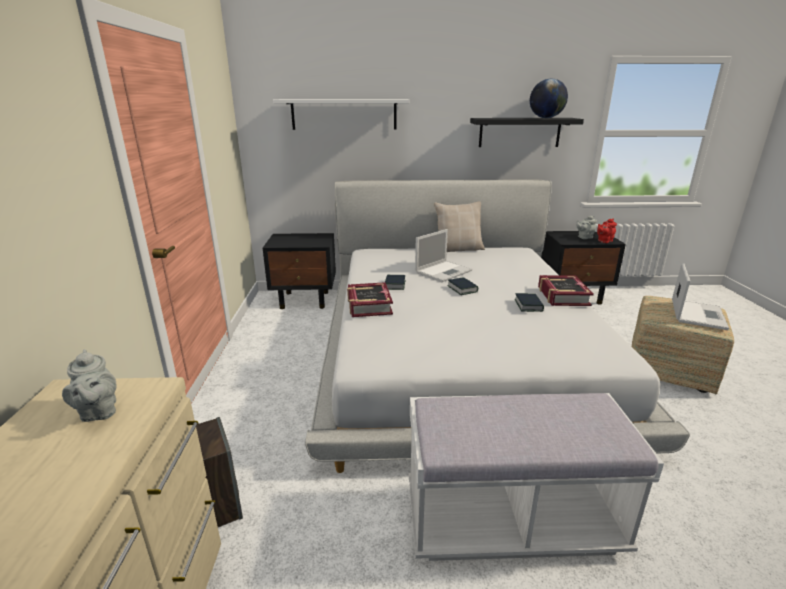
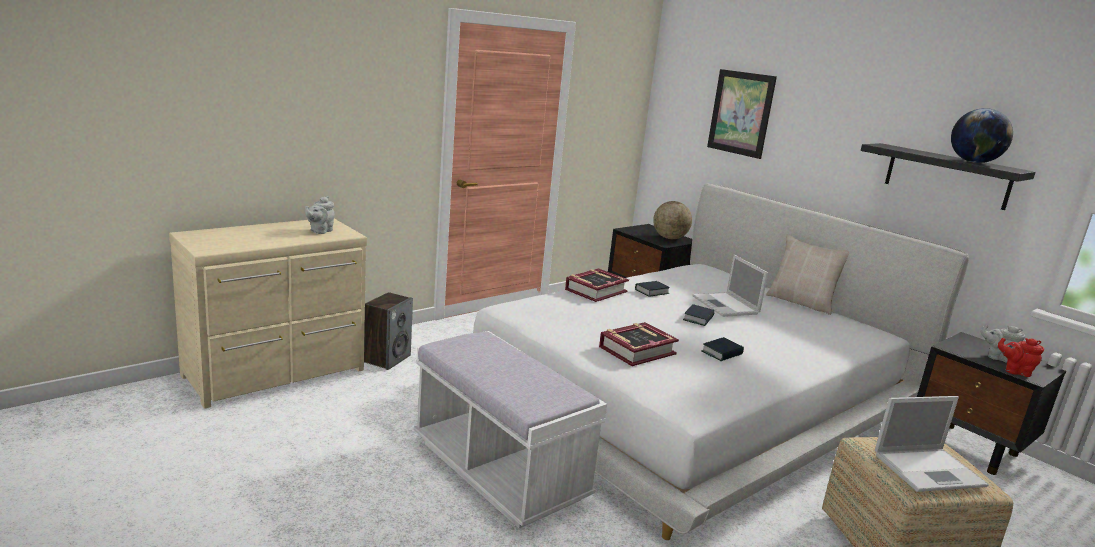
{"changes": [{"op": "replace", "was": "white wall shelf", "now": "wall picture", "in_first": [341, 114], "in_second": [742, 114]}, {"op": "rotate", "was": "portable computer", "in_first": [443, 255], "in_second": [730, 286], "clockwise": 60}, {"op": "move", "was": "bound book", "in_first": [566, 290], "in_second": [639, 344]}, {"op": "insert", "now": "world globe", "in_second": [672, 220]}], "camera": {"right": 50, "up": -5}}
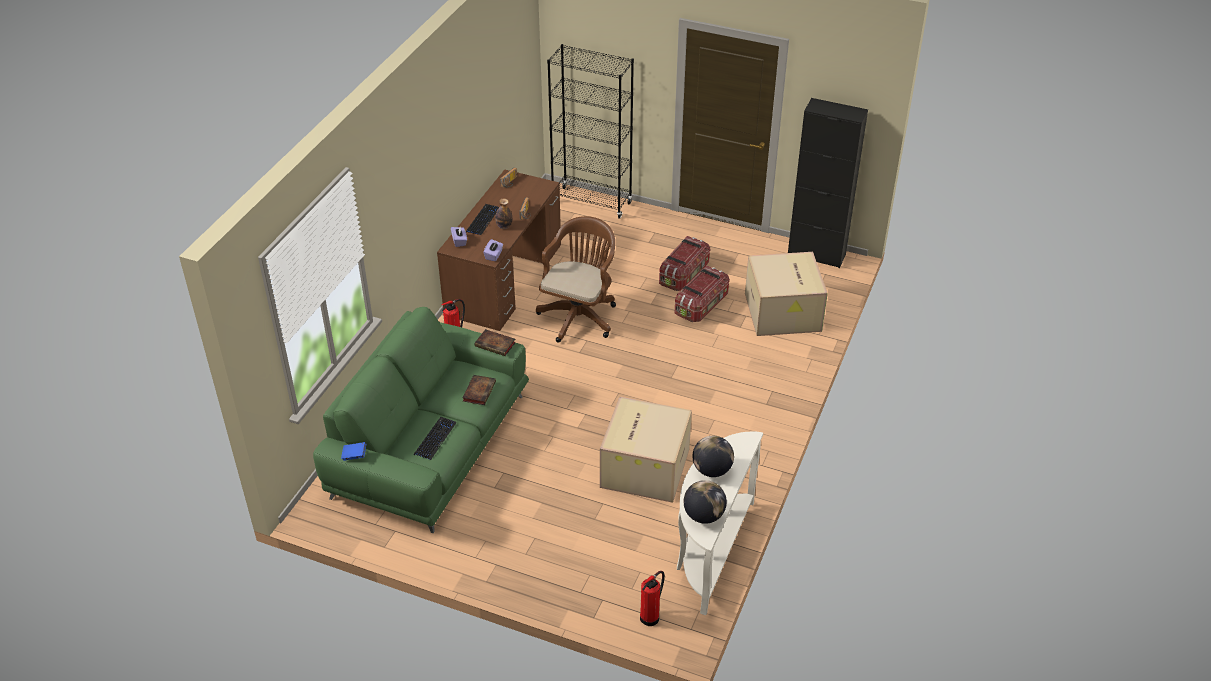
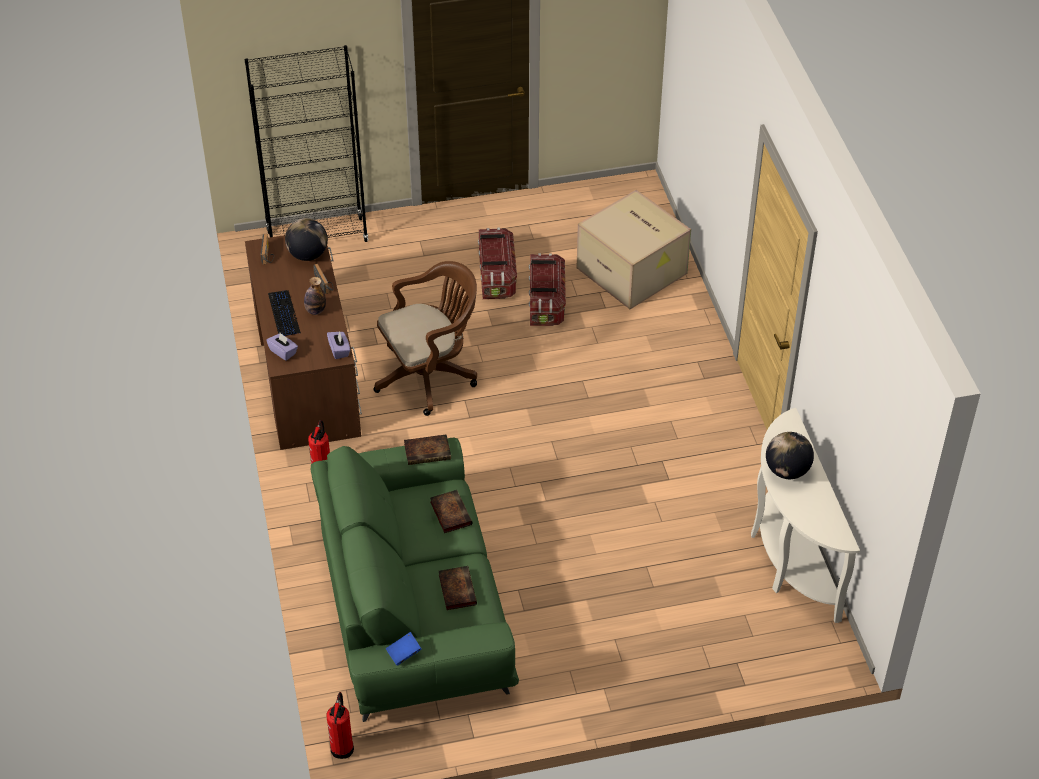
{"changes": [{"op": "replace", "was": "keyboard", "now": "bound book", "in_first": [435, 438], "in_second": [458, 588]}, {"op": "rotate", "was": "brownish computer chair", "in_first": [576, 279], "in_second": [425, 338], "clockwise": 75}, {"op": "delete", "was": "cardboard box", "in_first": [646, 450]}, {"op": "move", "was": "fire-fighting cylinder", "in_first": [652, 598], "in_second": [340, 725]}, {"op": "move", "was": "world globe", "in_first": [705, 502], "in_second": [306, 239]}, {"op": "delete", "was": "black-coloured cabinet", "in_first": [828, 183]}], "camera": {"right": -35, "up": 5}}
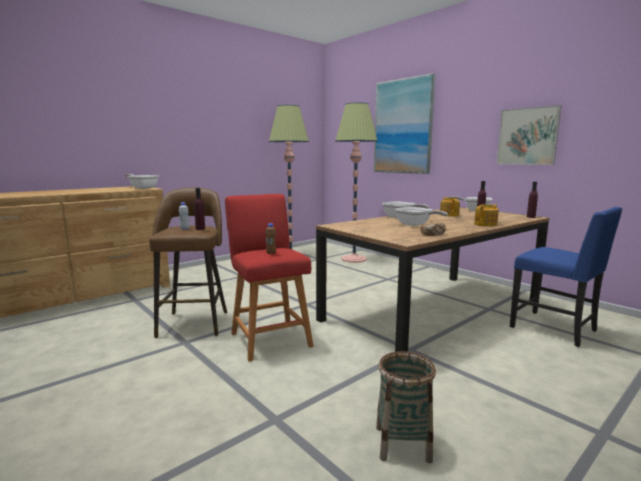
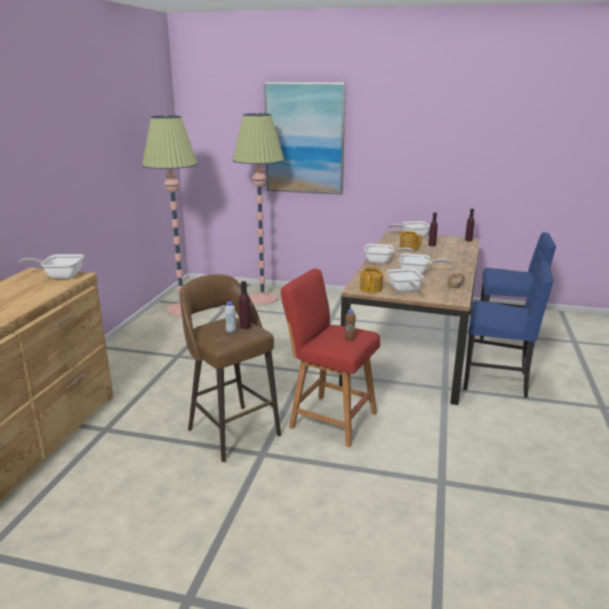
{"changes": [{"op": "delete", "was": "storage basket", "in_first": [406, 407]}, {"op": "move", "was": "pot for tea", "in_first": [486, 215], "in_second": [371, 279]}, {"op": "delete", "was": "wall picture", "in_first": [529, 135]}, {"op": "insert", "now": "pan", "in_second": [405, 280]}, {"op": "insert", "now": "blue-coloured upright chair", "in_second": [508, 330]}], "camera": {"right": -35, "up": 10}}
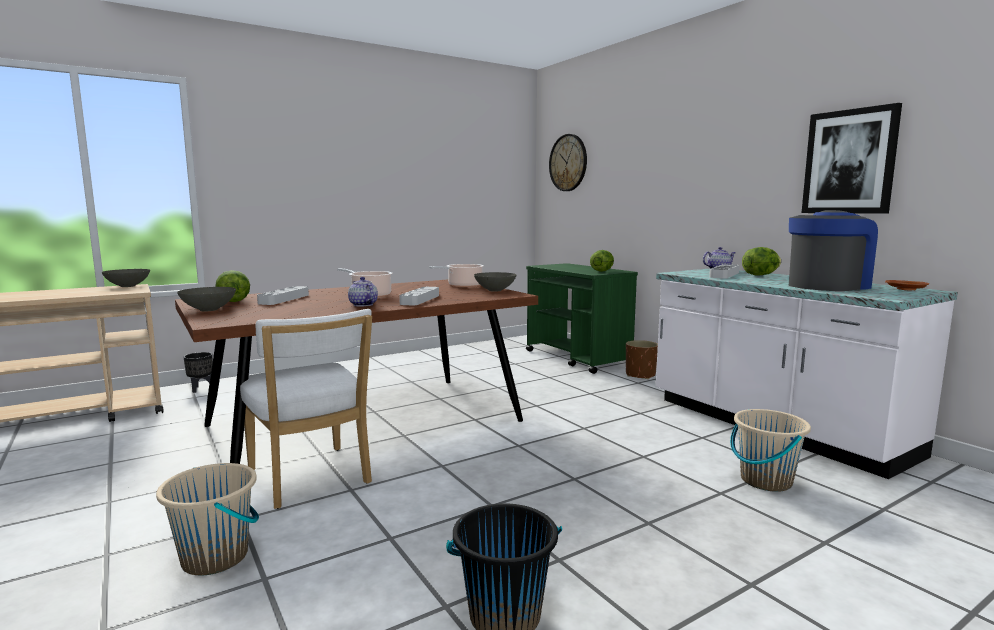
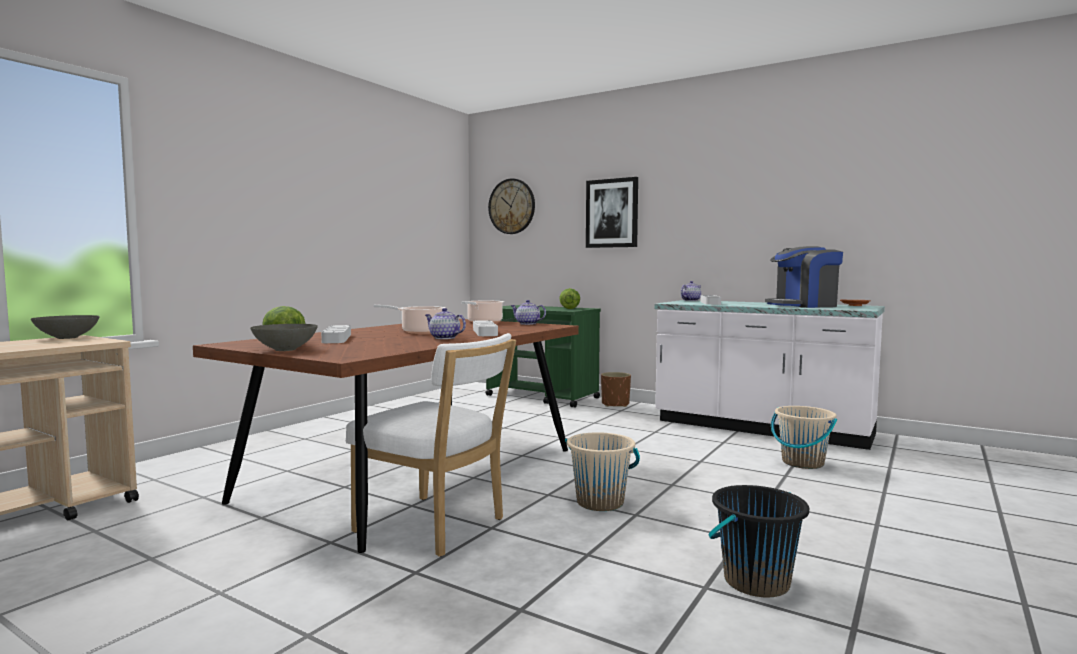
{"changes": [{"op": "move", "was": "beige bucket", "in_first": [207, 519], "in_second": [602, 471]}, {"op": "delete", "was": "black-coloured plant pot", "in_first": [198, 372]}, {"op": "replace", "was": "greyish deep dish", "now": "pot for tea", "in_first": [495, 282], "in_second": [528, 312]}, {"op": "delete", "was": "lettuce", "in_first": [761, 261]}, {"op": "rotate", "was": "coffee maker", "in_first": [833, 250], "in_second": [804, 277], "clockwise": -135}, {"op": "move", "was": "wall picture", "in_first": [852, 158], "in_second": [612, 212]}], "camera": {"right": -25, "up": -5}}
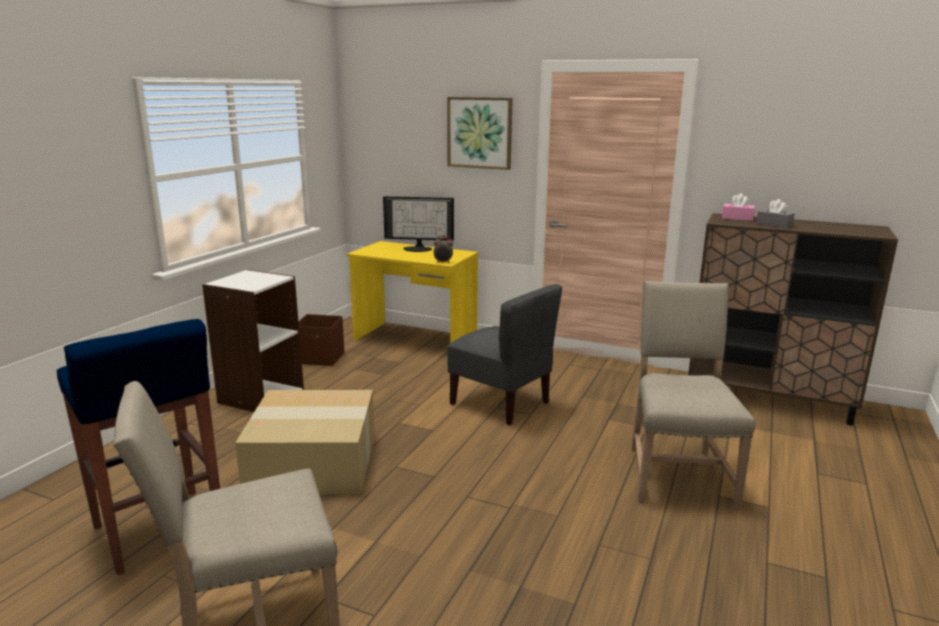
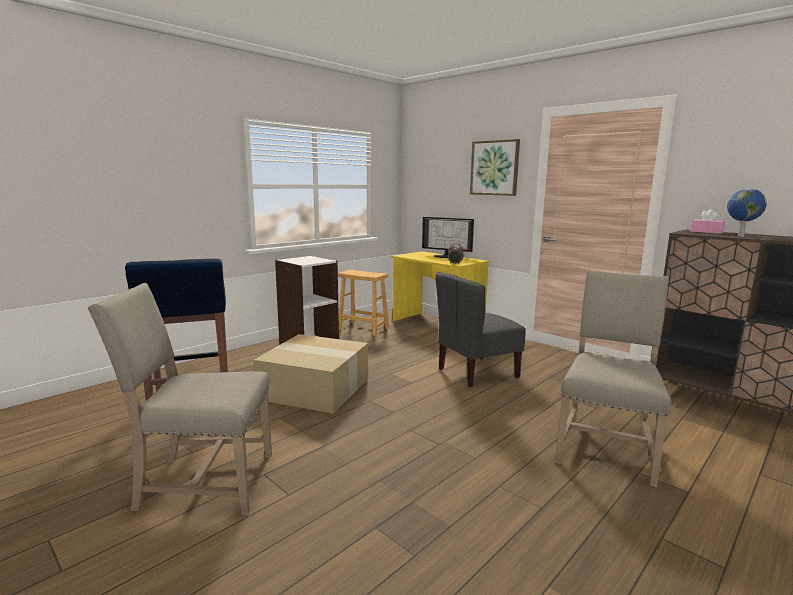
{"changes": [{"op": "replace", "was": "brownish storage container", "now": "brownish sitting stool", "in_first": [321, 340], "in_second": [363, 303]}, {"op": "rotate", "was": "greyish upright chair", "in_first": [504, 354], "in_second": [481, 330], "clockwise": 90}, {"op": "replace", "was": "greyish box of tissues", "now": "world globe", "in_first": [775, 213], "in_second": [747, 213]}], "camera": {"right": 20, "up": -5}}
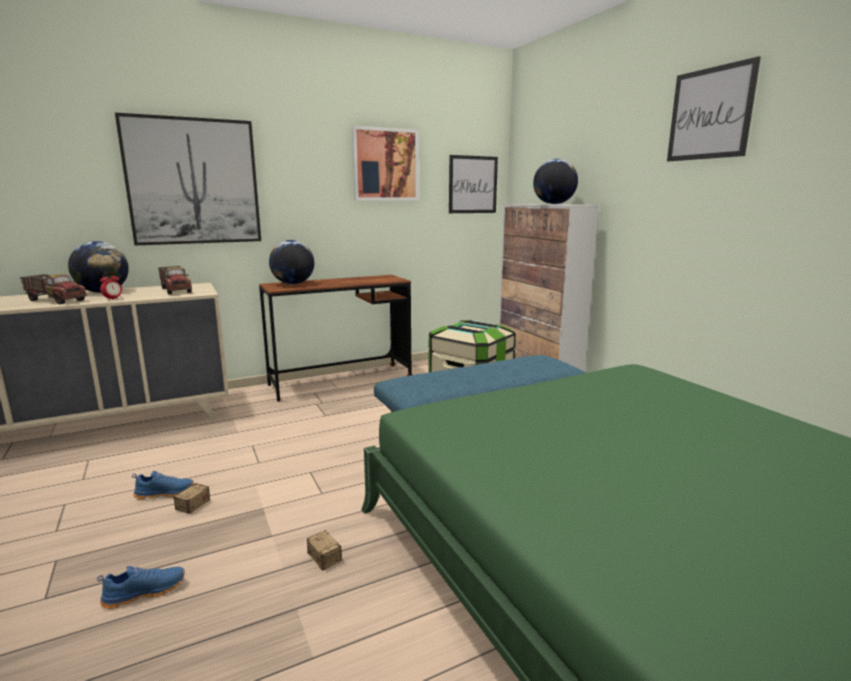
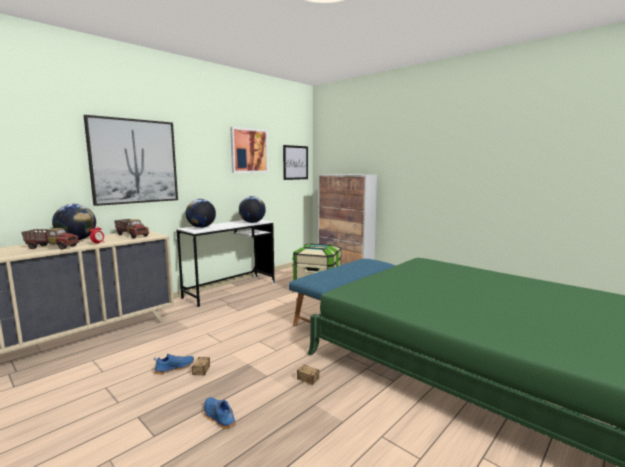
{"changes": [{"op": "rotate", "was": "blue-coloured low shoe", "in_first": [141, 587], "in_second": [220, 413], "clockwise": -90}, {"op": "recolor", "was": "brownish desk unit", "now": "white desk unit", "in_first": [336, 338], "in_second": [225, 263]}, {"op": "move", "was": "world globe", "in_first": [555, 181], "in_second": [252, 209]}, {"op": "delete", "was": "wall picture", "in_first": [714, 109]}], "camera": {"right": -20, "up": -5}}
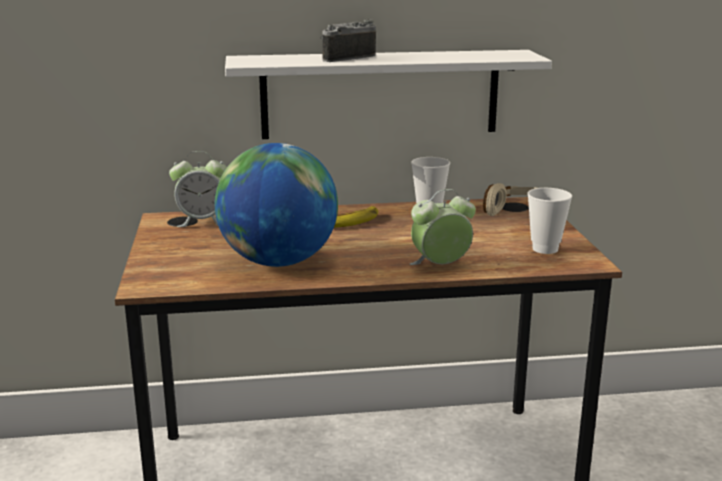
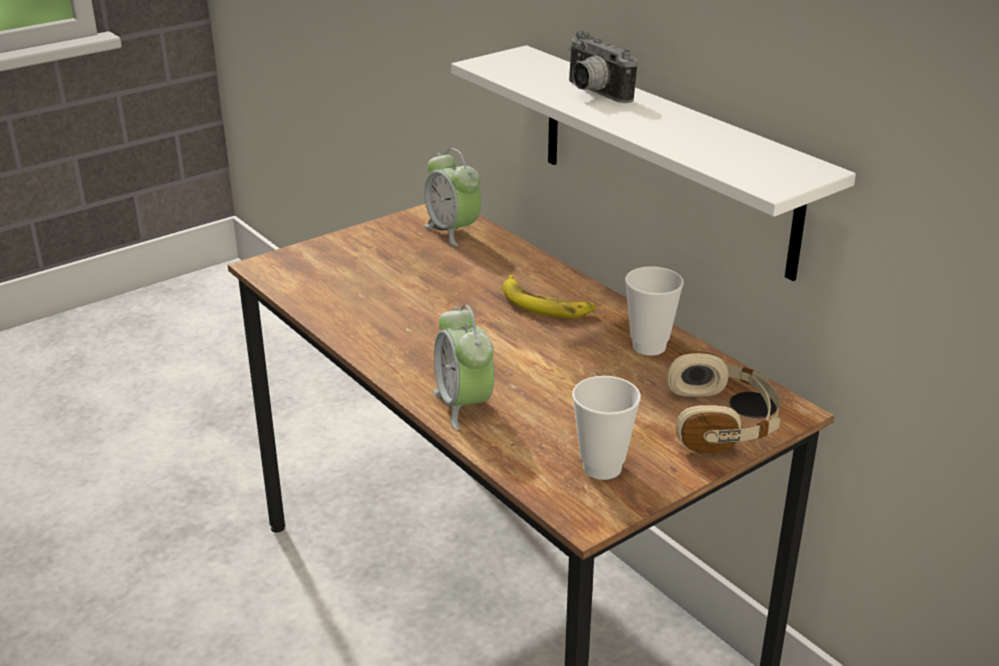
{"changes": [{"op": "delete", "was": "world globe", "in_first": [276, 205]}, {"op": "rotate", "was": "photo camera", "in_first": [348, 40], "in_second": [603, 67], "clockwise": -150}, {"op": "rotate", "was": "alarm clock", "in_first": [443, 227], "in_second": [464, 367], "clockwise": -150}], "camera": {"right": 60, "up": 10}}
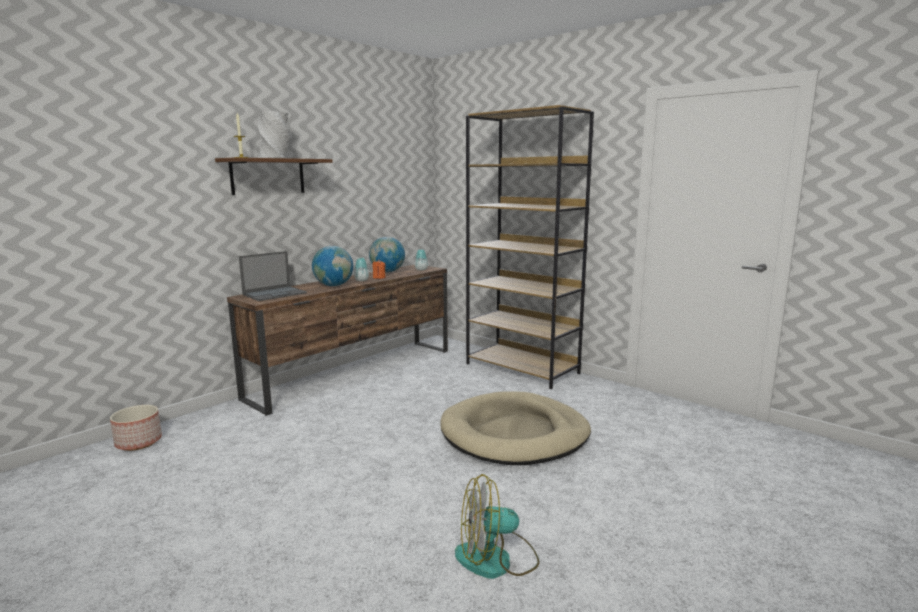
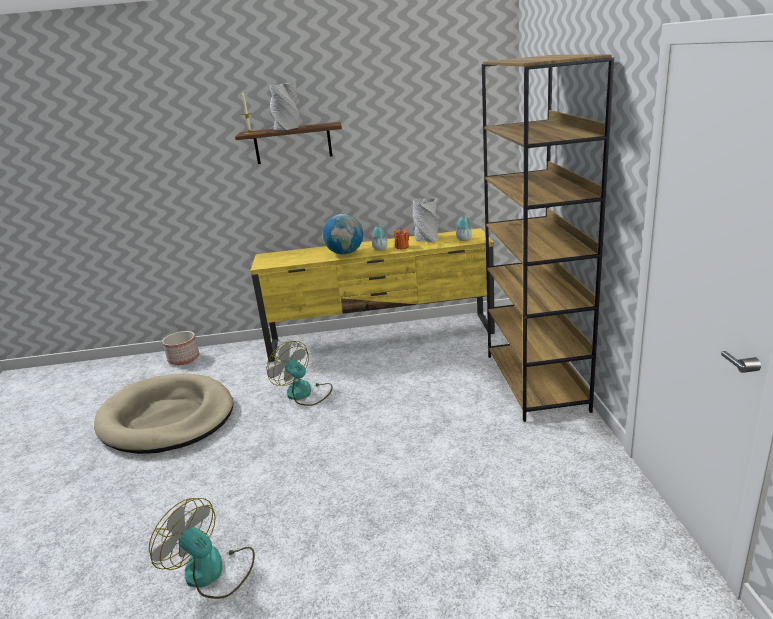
{"changes": [{"op": "recolor", "was": "brownish tv unit", "now": "yellow tv unit", "in_first": [337, 340], "in_second": [372, 295]}, {"op": "delete", "was": "portable computer", "in_first": [273, 276]}, {"op": "replace", "was": "world globe", "now": "greyish decorative vase", "in_first": [387, 254], "in_second": [426, 220]}, {"op": "move", "was": "beige dog bed", "in_first": [515, 428], "in_second": [164, 414]}, {"op": "insert", "now": "electric fan", "in_second": [299, 373]}], "camera": {"right": 45, "up": 10}}
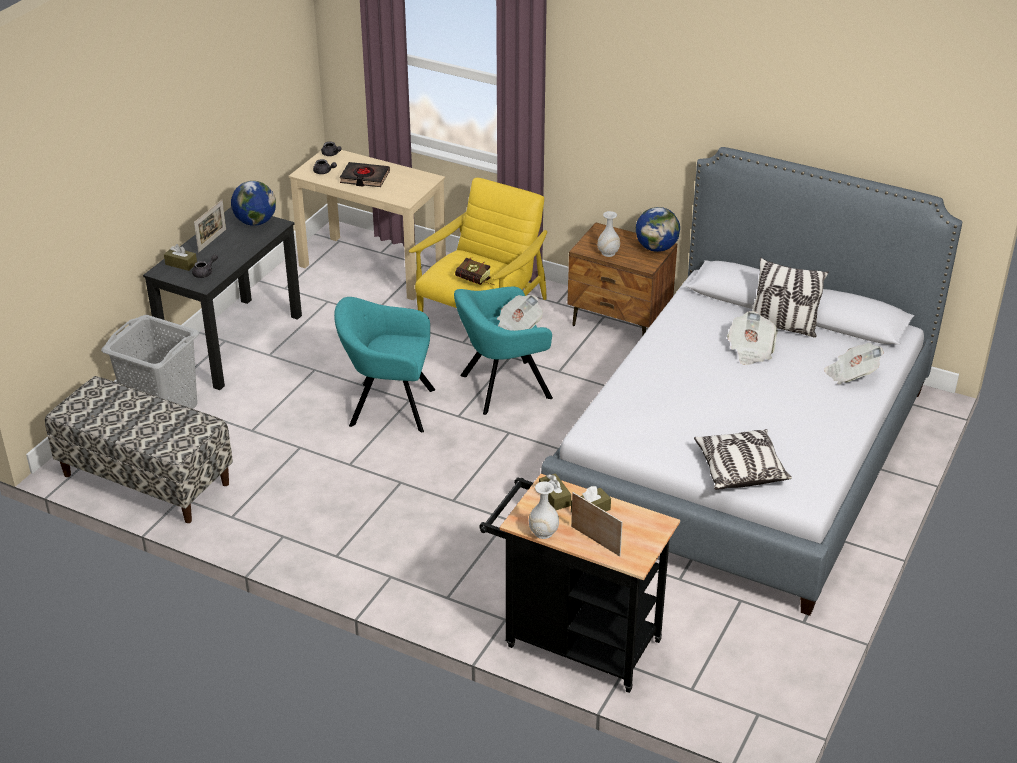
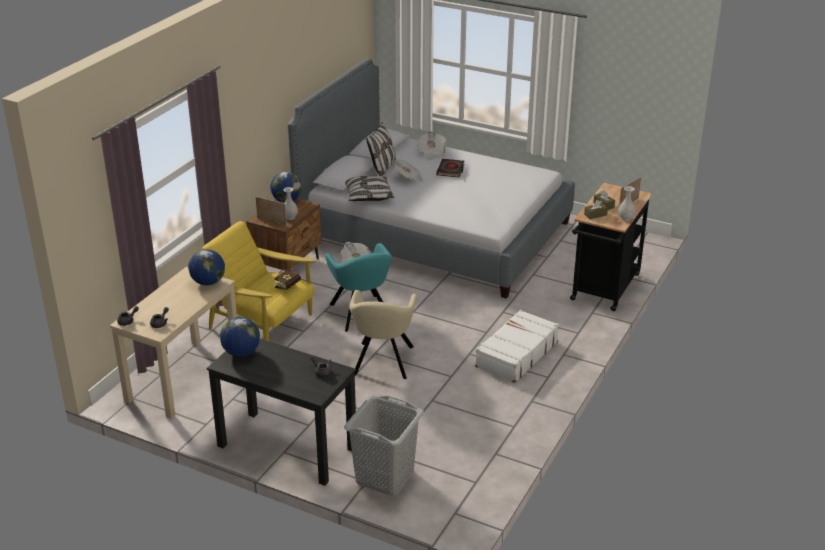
{"changes": [{"op": "delete", "was": "indoor bench", "in_first": [139, 449]}, {"op": "delete", "was": "brownish box of tissues", "in_first": [180, 257]}, {"op": "move", "was": "picture frame", "in_first": [210, 226], "in_second": [271, 211]}, {"op": "recolor", "was": "turquoise-coloured easy chair", "now": "beige easy chair", "in_first": [384, 364], "in_second": [383, 334]}, {"op": "move", "was": "black-coloured bound book", "in_first": [365, 174], "in_second": [450, 168]}, {"op": "move", "was": "cushion", "in_first": [743, 459], "in_second": [370, 188]}, {"op": "insert", "now": "world globe", "in_second": [206, 267]}, {"op": "insert", "now": "white suitcase", "in_second": [517, 346]}], "camera": {"right": -90, "up": -5}}
